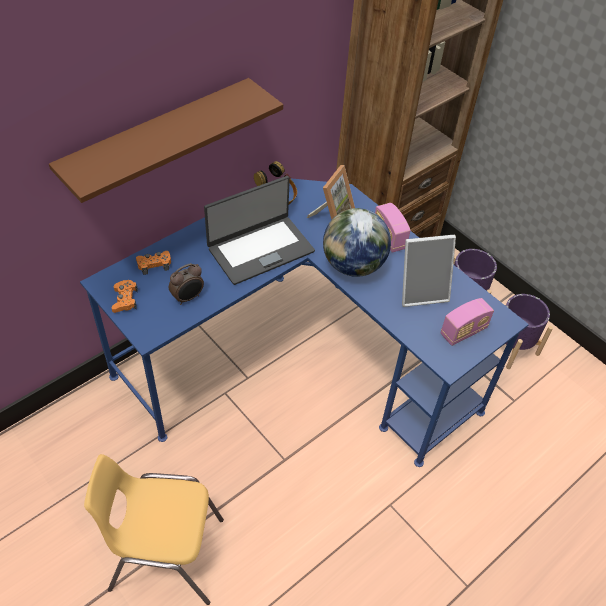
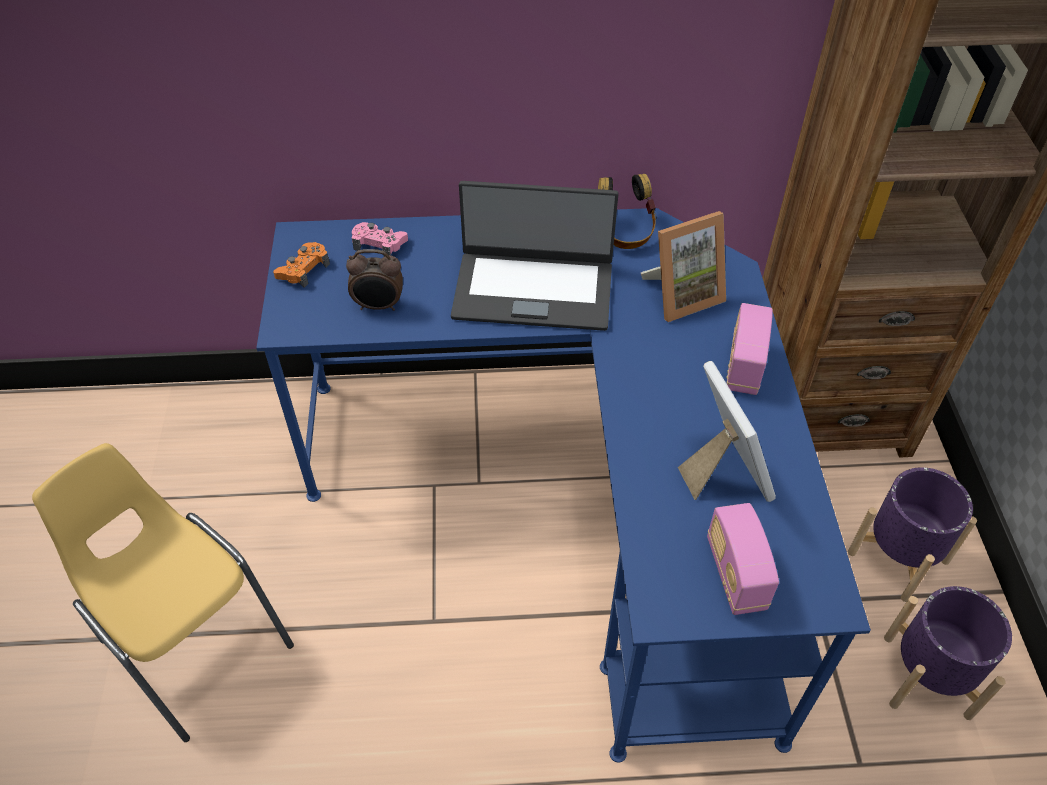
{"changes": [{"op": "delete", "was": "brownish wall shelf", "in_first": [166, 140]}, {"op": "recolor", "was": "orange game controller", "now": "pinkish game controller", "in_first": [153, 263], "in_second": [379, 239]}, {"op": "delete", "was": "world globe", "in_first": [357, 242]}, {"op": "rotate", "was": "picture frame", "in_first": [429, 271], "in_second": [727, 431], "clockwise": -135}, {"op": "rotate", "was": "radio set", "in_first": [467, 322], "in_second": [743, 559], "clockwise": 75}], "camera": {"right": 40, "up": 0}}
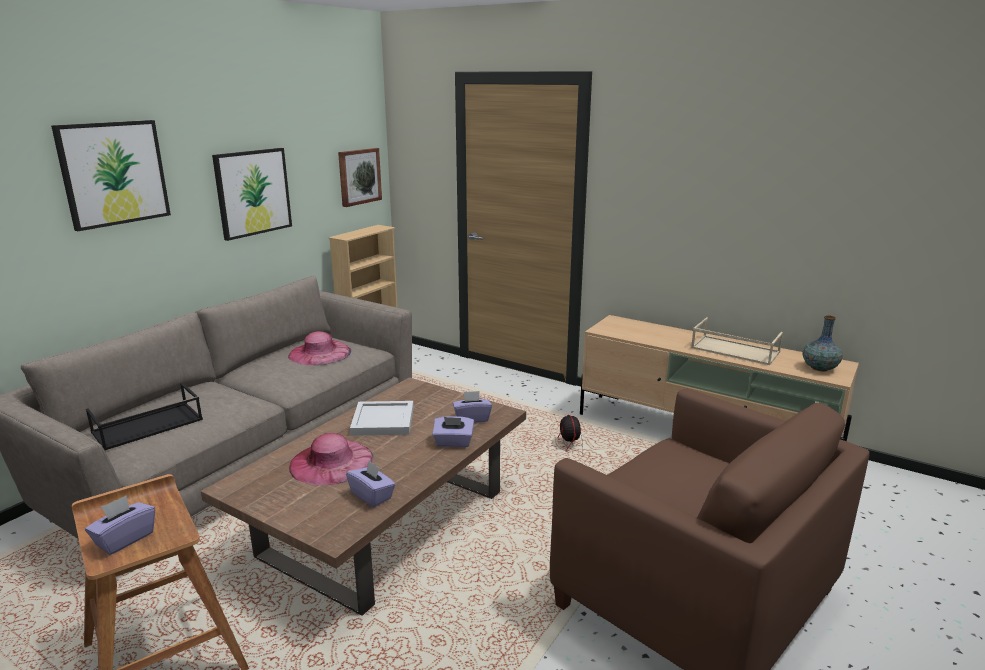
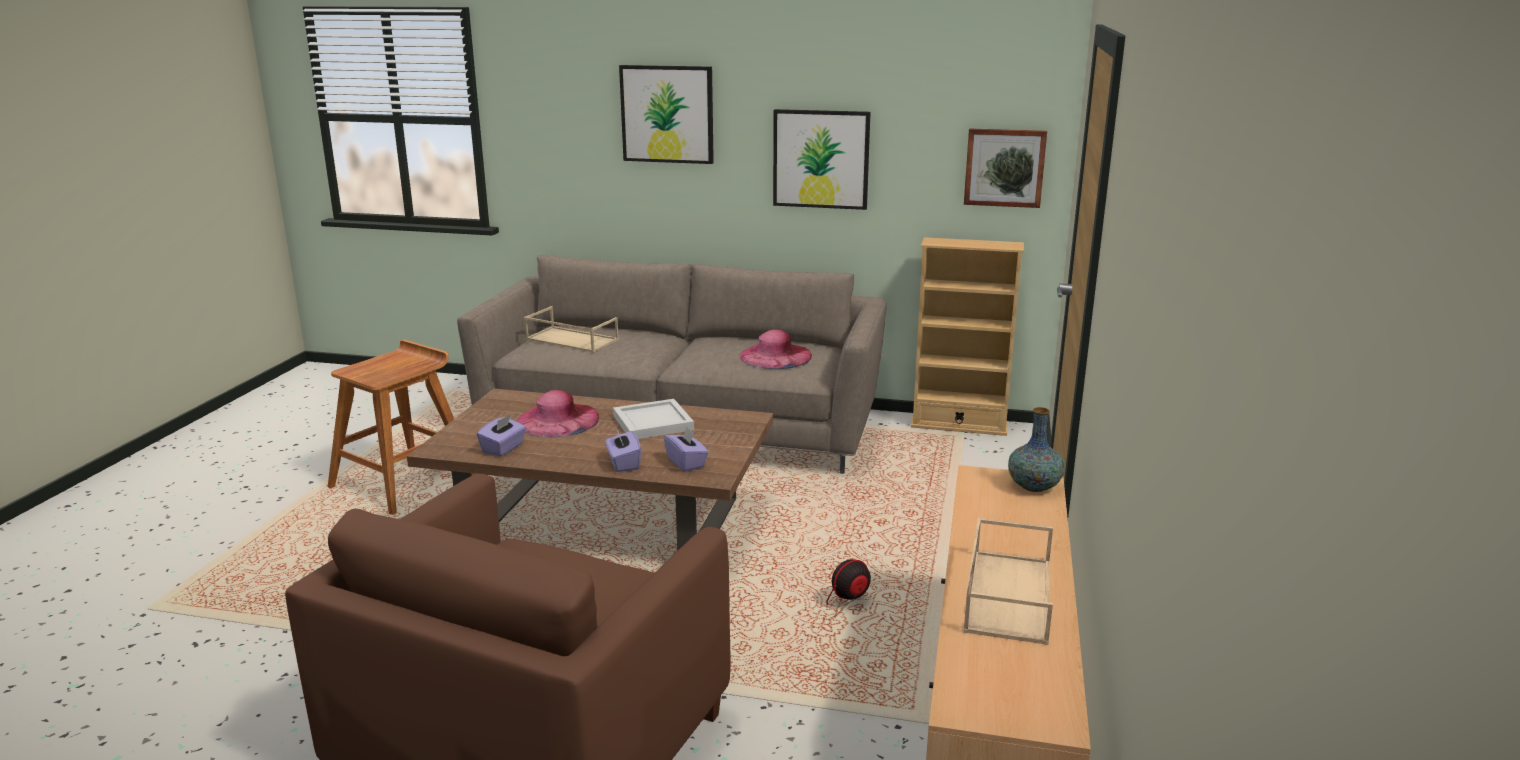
{"changes": [{"op": "delete", "was": "purplish box of tissues", "in_first": [120, 525]}, {"op": "recolor", "was": "black-coloured serving tray", "now": "beige serving tray", "in_first": [144, 416], "in_second": [571, 329]}, {"op": "move", "was": "decorative vase", "in_first": [823, 343], "in_second": [1036, 449]}], "camera": {"right": 70, "up": 0}}
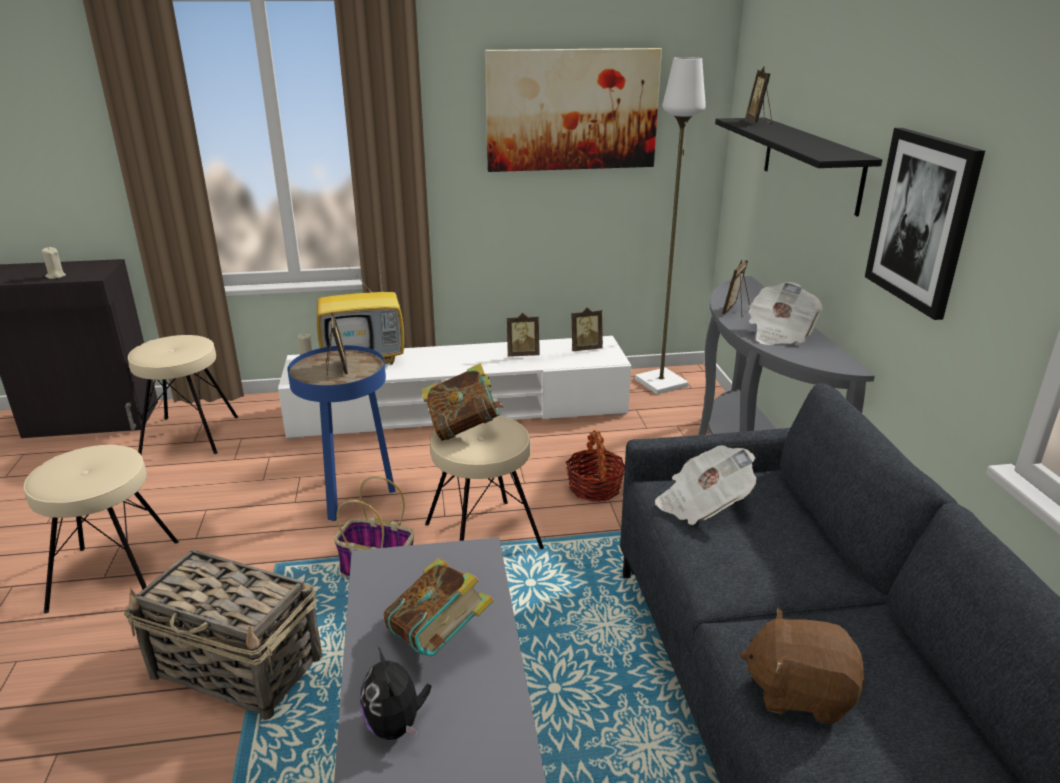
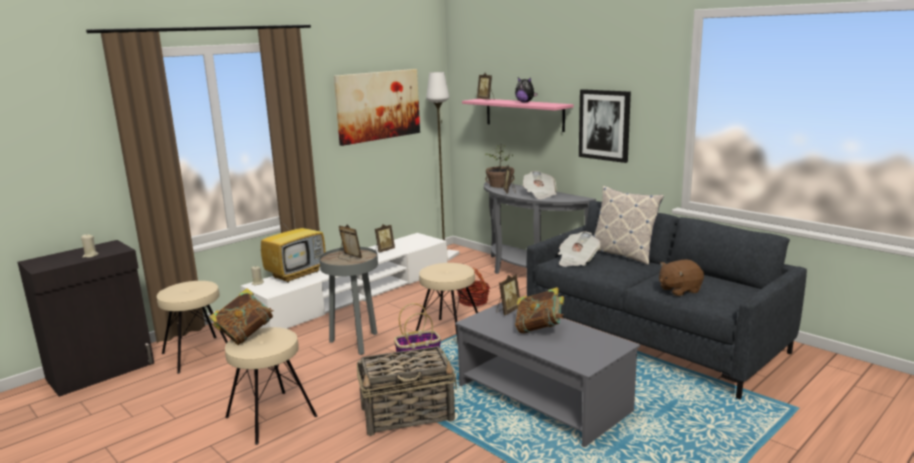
{"changes": [{"op": "recolor", "was": "blue-coloured side table", "now": "greyish side table", "in_first": [341, 433], "in_second": [348, 301]}, {"op": "move", "was": "plush toy", "in_first": [395, 693], "in_second": [526, 90]}, {"op": "move", "was": "bound book", "in_first": [462, 402], "in_second": [241, 316]}, {"op": "move", "was": "picture frame", "in_first": [587, 329], "in_second": [508, 295]}, {"op": "recolor", "was": "black-coloured wall shelf", "now": "pinkish wall shelf", "in_first": [798, 166], "in_second": [518, 115]}, {"op": "insert", "now": "plant in a pot", "in_second": [500, 166]}, {"op": "insert", "now": "cushion", "in_second": [629, 225]}], "camera": {"right": -35, "up": -10}}
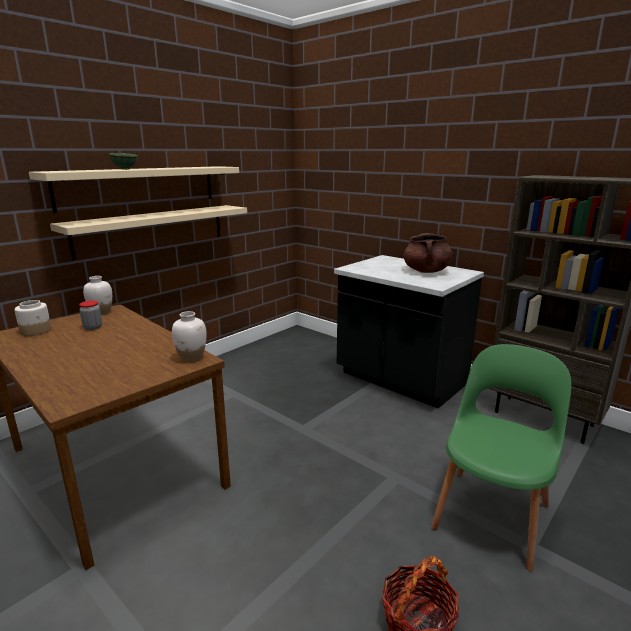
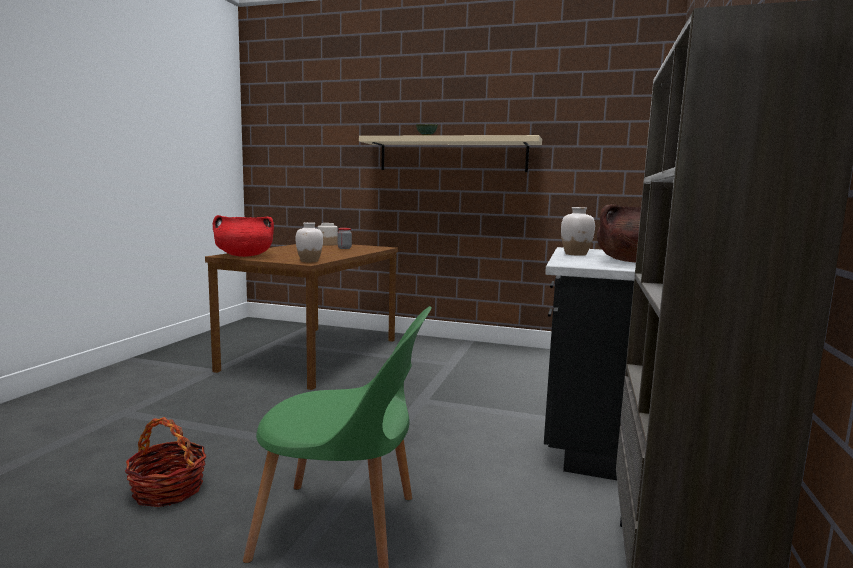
{"changes": [{"op": "delete", "was": "beige wall shelf", "in_first": [148, 232]}, {"op": "move", "was": "white decorative vase", "in_first": [97, 295], "in_second": [578, 231]}, {"op": "insert", "now": "red stockpot", "in_second": [243, 236]}], "camera": {"right": 65, "up": -10}}
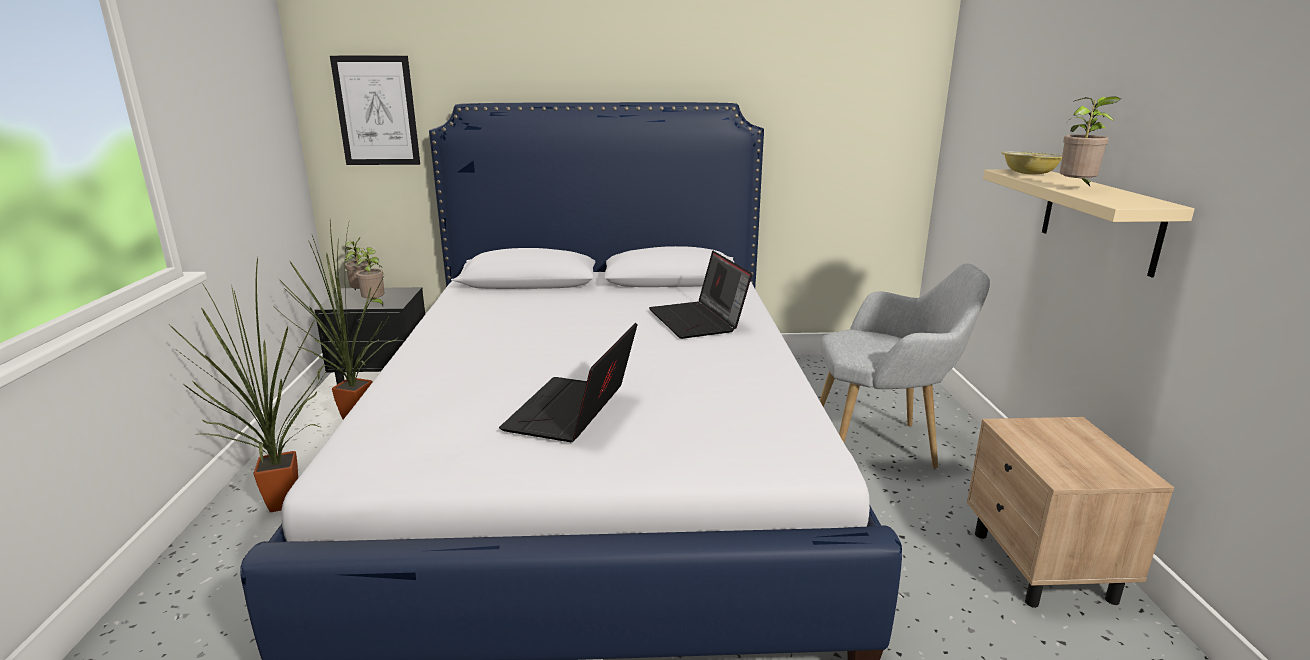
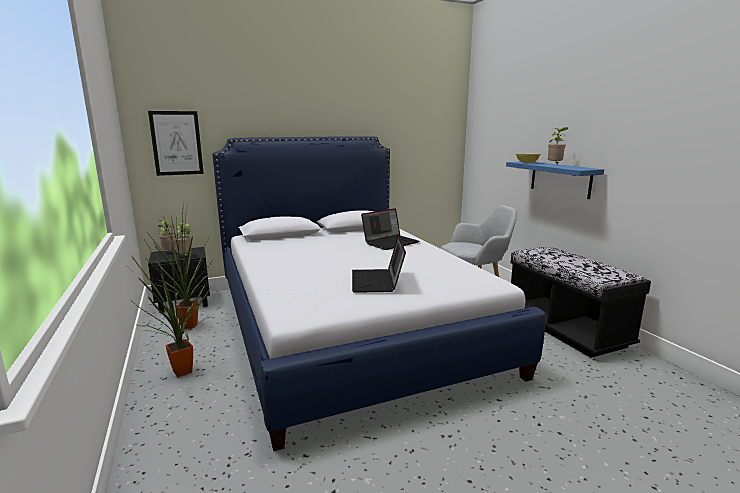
{"changes": [{"op": "rotate", "was": "portable computer", "in_first": [700, 295], "in_second": [390, 229], "clockwise": -90}, {"op": "replace", "was": "beige bedside table", "now": "black-coloured indoor bench", "in_first": [1070, 512], "in_second": [581, 302]}, {"op": "recolor", "was": "beige wall shelf", "now": "blue-coloured wall shelf", "in_first": [1088, 223], "in_second": [555, 180]}], "camera": {"right": -20, "up": -5}}
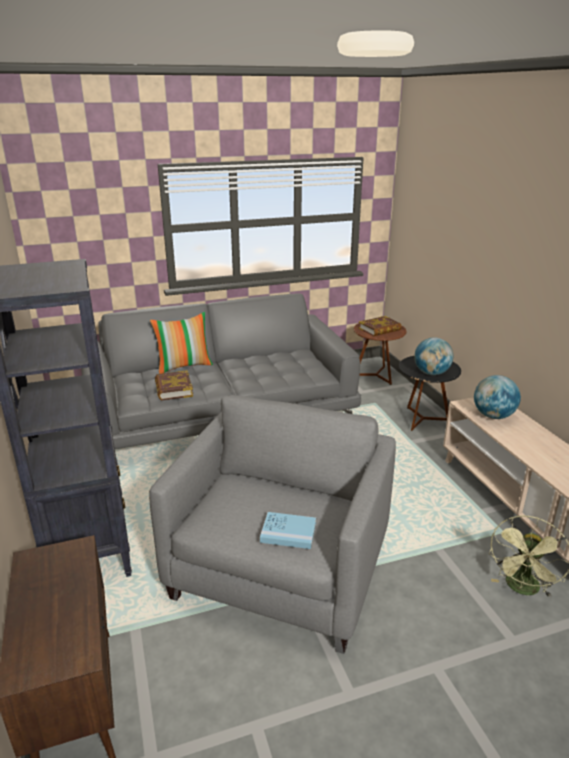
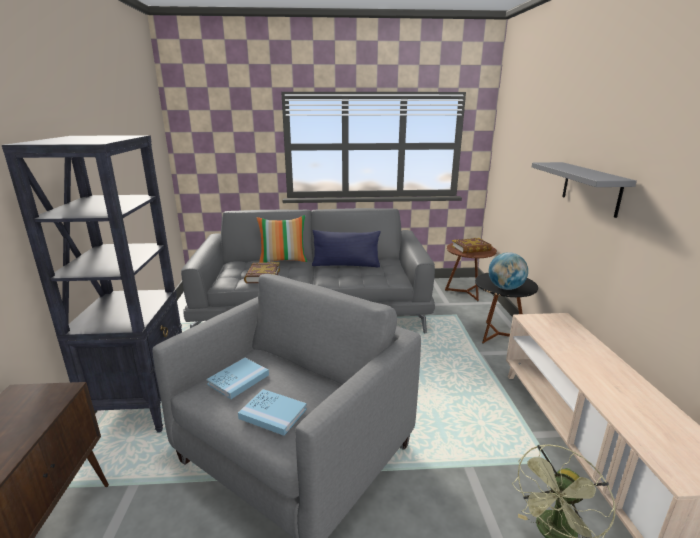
{"changes": [{"op": "delete", "was": "world globe", "in_first": [497, 397]}, {"op": "insert", "now": "blue-coloured bound book", "in_second": [237, 378]}, {"op": "insert", "now": "blue-coloured cushion", "in_second": [346, 248]}, {"op": "insert", "now": "greyish wall shelf", "in_second": [584, 190]}], "camera": {"right": 15, "up": -5}}
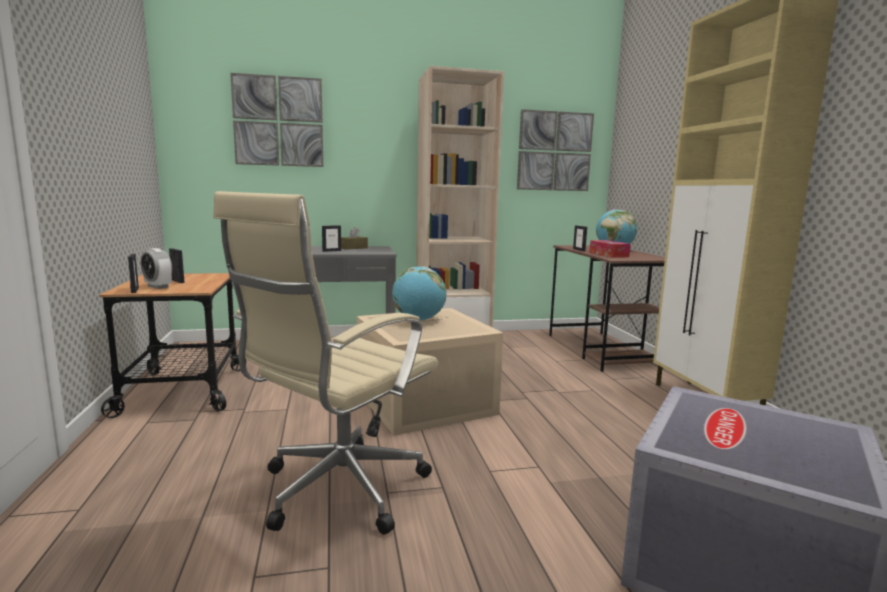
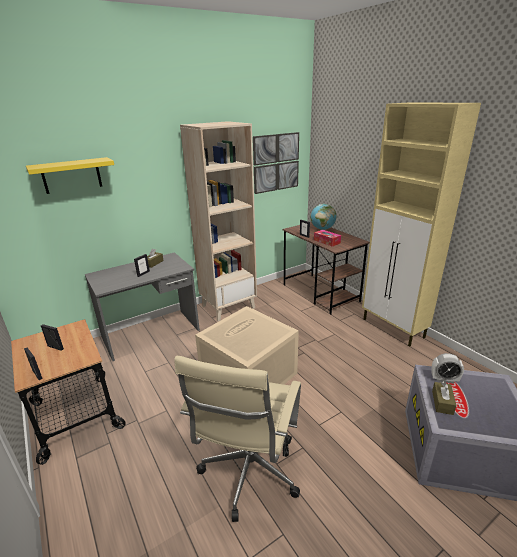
{"changes": [{"op": "move", "was": "alarm clock", "in_first": [156, 268], "in_second": [447, 368]}, {"op": "replace", "was": "wall picture", "now": "yellow wall shelf", "in_first": [277, 120], "in_second": [70, 175]}, {"op": "delete", "was": "world globe", "in_first": [419, 293]}, {"op": "insert", "now": "brownish box of tissues", "in_second": [444, 398]}], "camera": {"right": -20, "up": 15}}
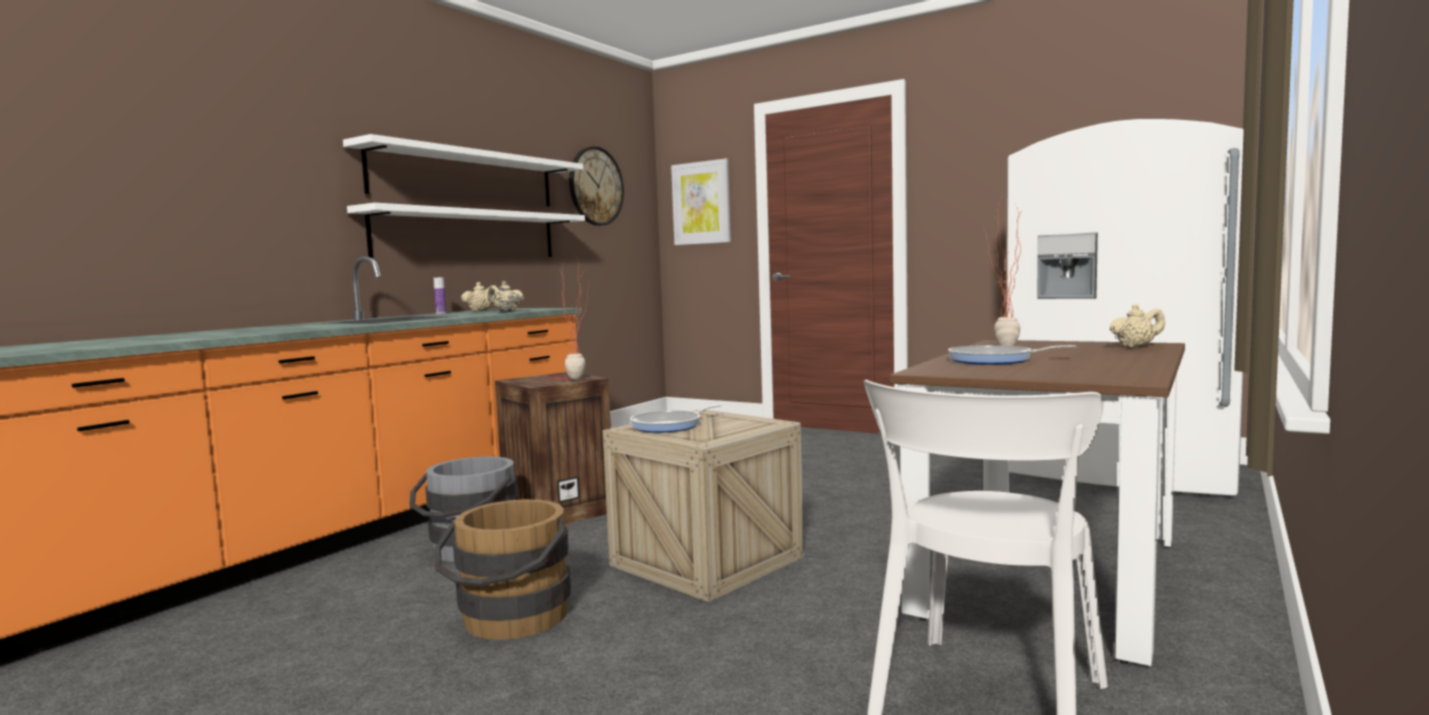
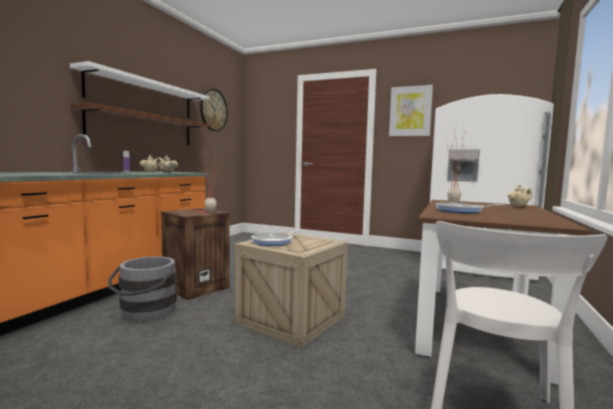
{"changes": [{"op": "recolor", "was": "white wall shelf", "now": "brownish wall shelf", "in_first": [466, 230], "in_second": [140, 124]}, {"op": "delete", "was": "brownish bucket", "in_first": [502, 569]}, {"op": "move", "was": "wall picture", "in_first": [701, 202], "in_second": [411, 110]}], "camera": {"right": -10, "up": 0}}
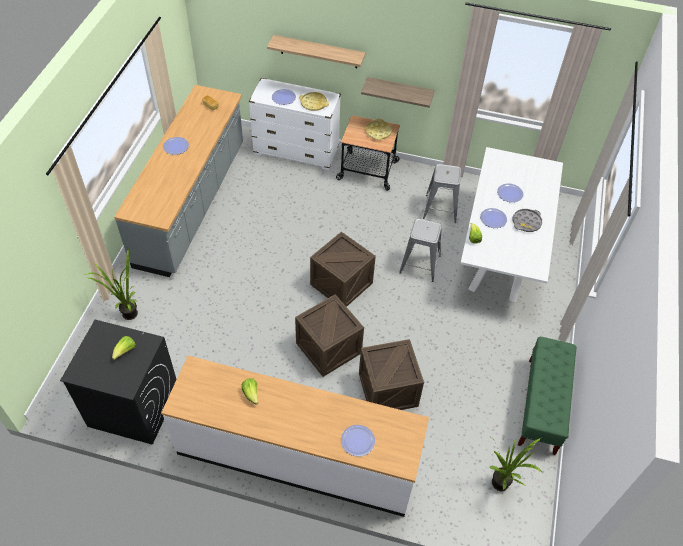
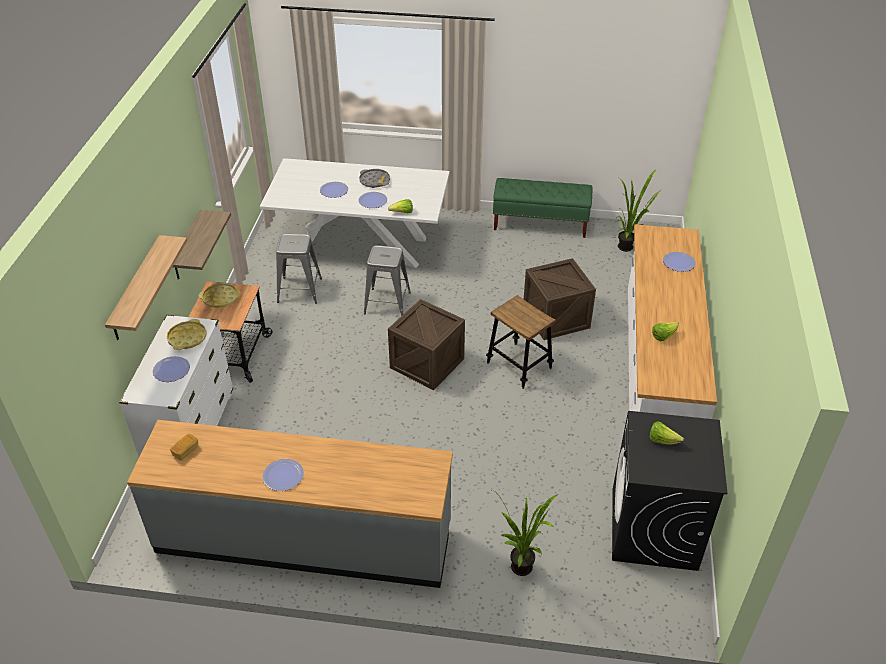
{"changes": [{"op": "replace", "was": "crate", "now": "sitting stool", "in_first": [329, 335], "in_second": [521, 342]}], "camera": {"right": -95, "up": -10}}
